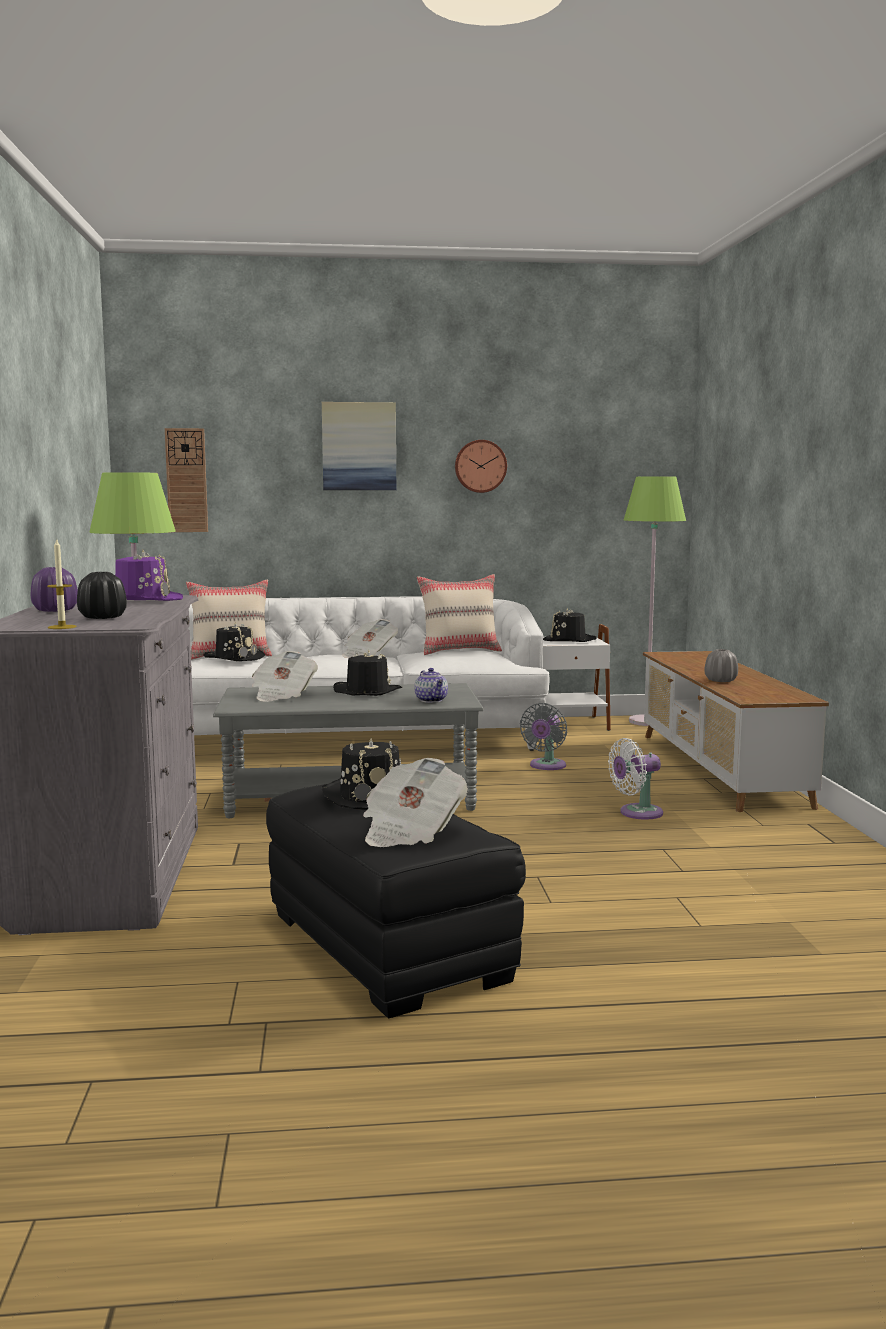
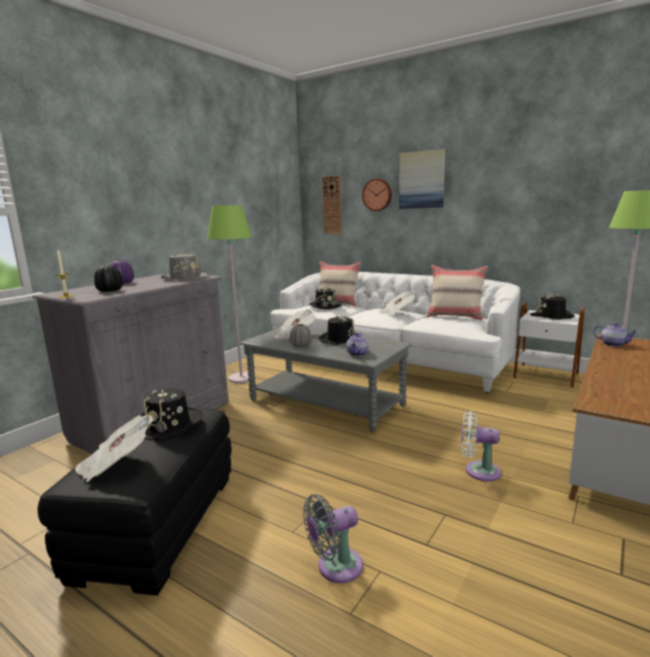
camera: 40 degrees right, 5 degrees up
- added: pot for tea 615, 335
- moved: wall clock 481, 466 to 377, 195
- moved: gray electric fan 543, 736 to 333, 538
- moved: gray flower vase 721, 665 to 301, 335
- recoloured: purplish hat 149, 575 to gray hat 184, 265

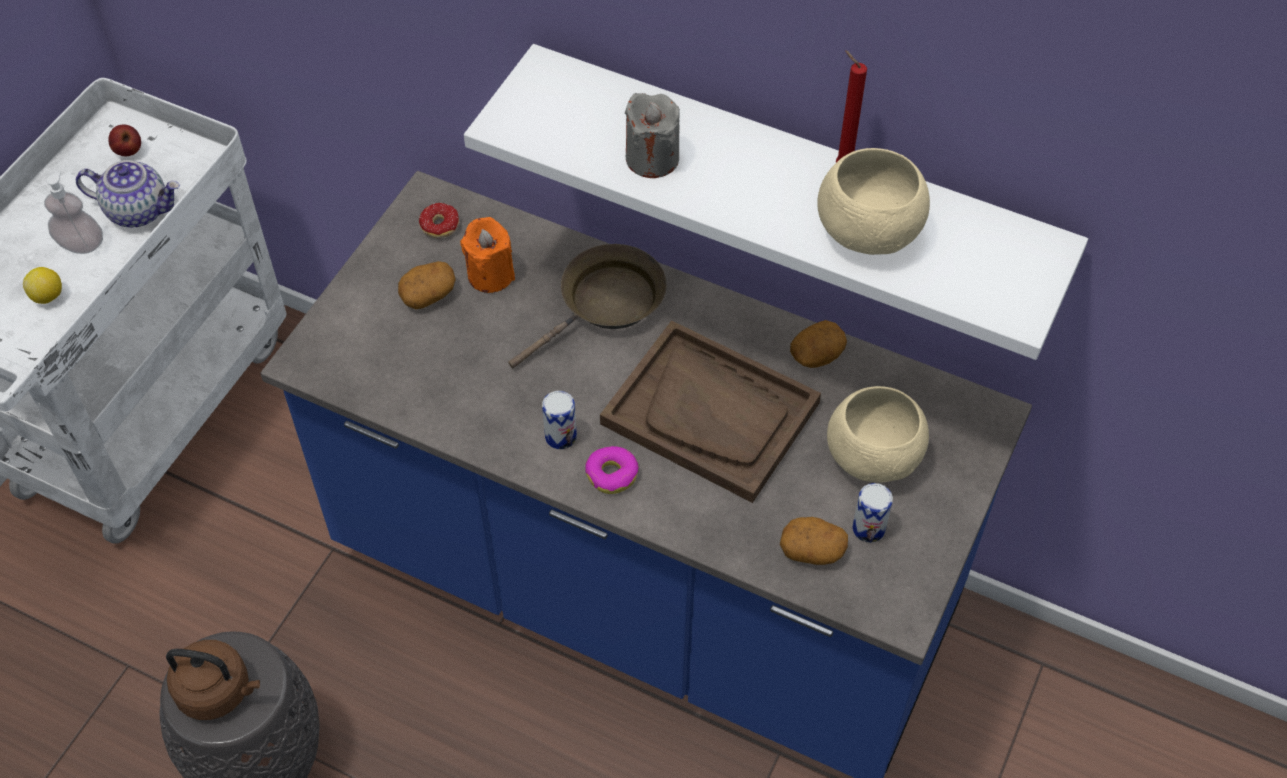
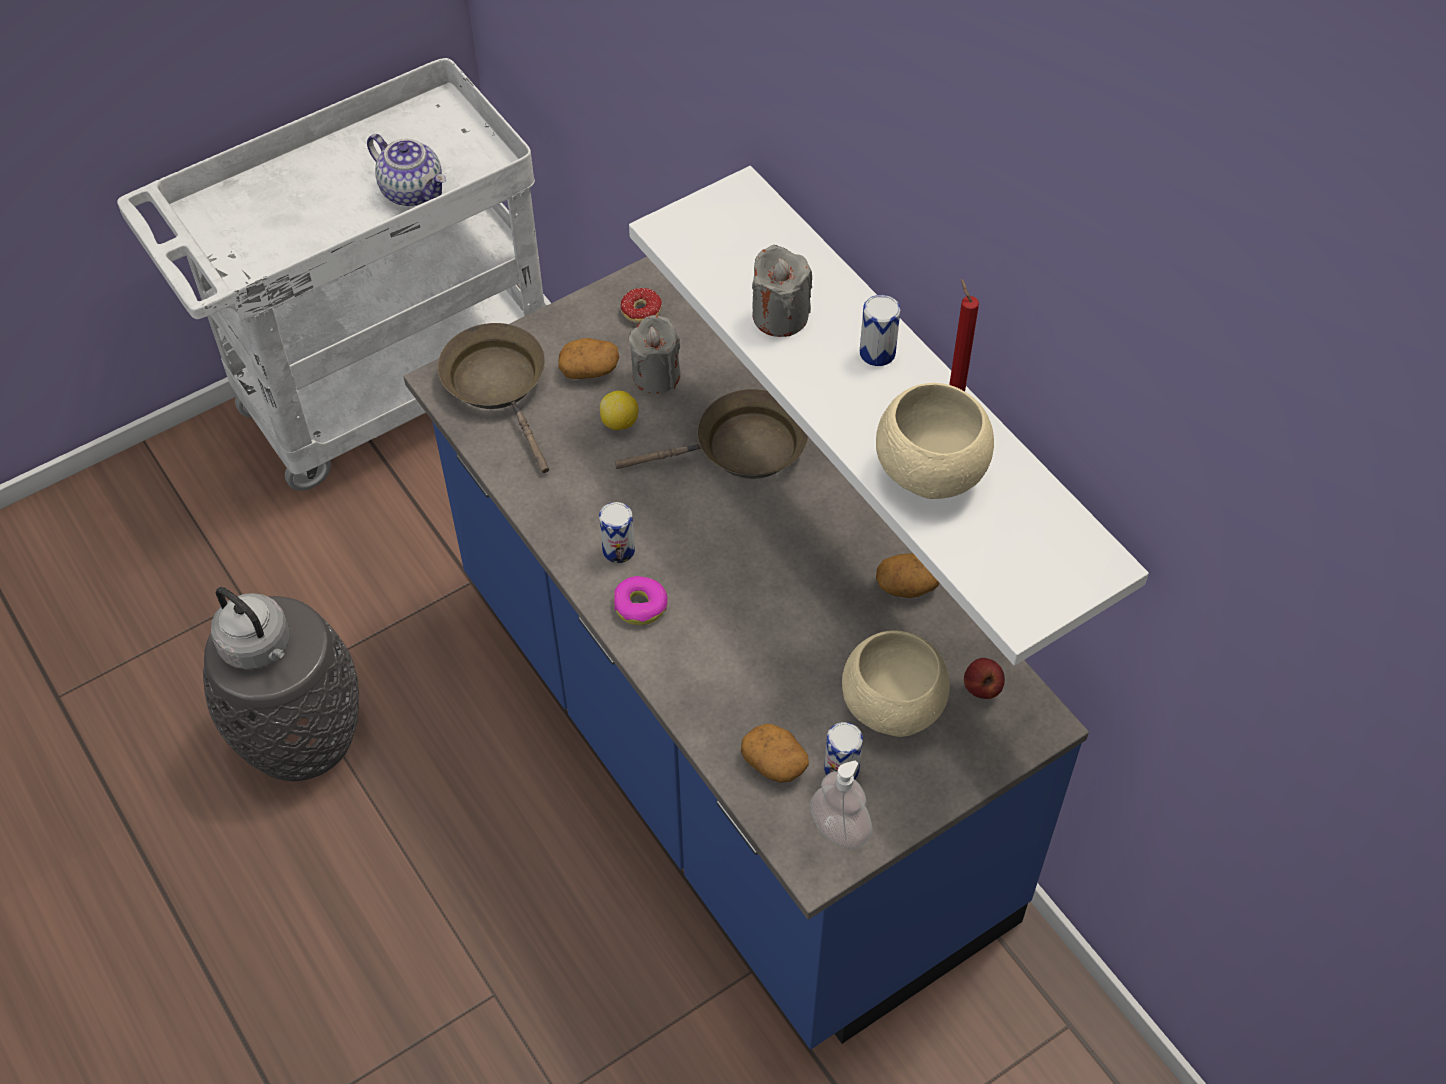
camera: 30 degrees right, 0 degrees up
- removed: brown carrying tray 710, 411
- added: brown skillet 493, 398
- added: sealed can 880, 330
- moved: citrus fruit 42, 285 to 619, 410
- moved: soap bottle 73, 213 to 841, 805
- moved: apple fruit 124, 140 to 984, 678
- recoloured: brown tea kettle 213, 680 to gray tea kettle 250, 628
- recoloured: orange wax candle 487, 255 to gray wax candle 654, 354

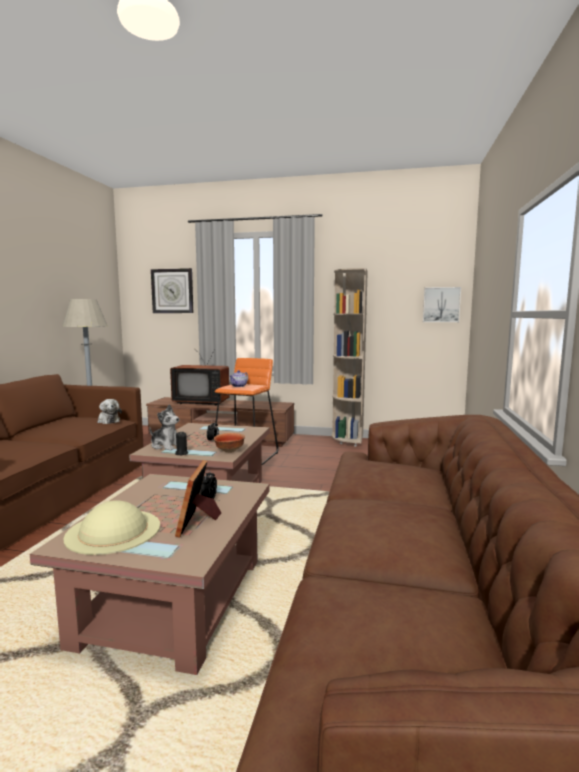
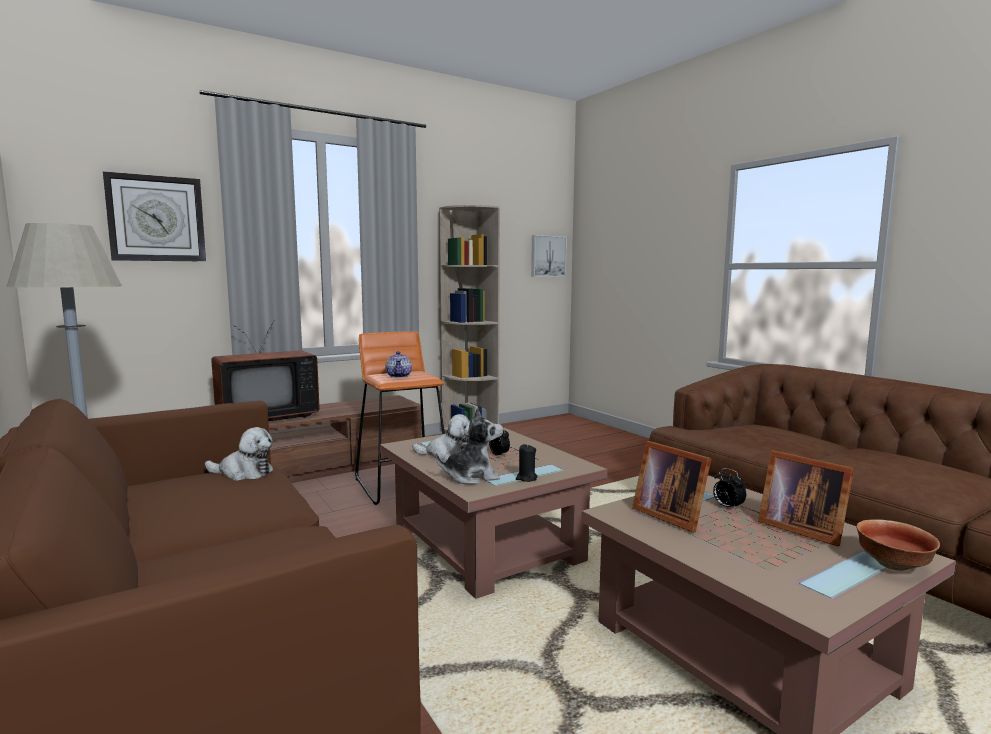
camera: 45 degrees left, 0 degrees up
- removed: beige hat 111, 527
- added: soft toy 441, 438
- added: photo frame 671, 486
- moved: deep dish 229, 443 to 898, 545

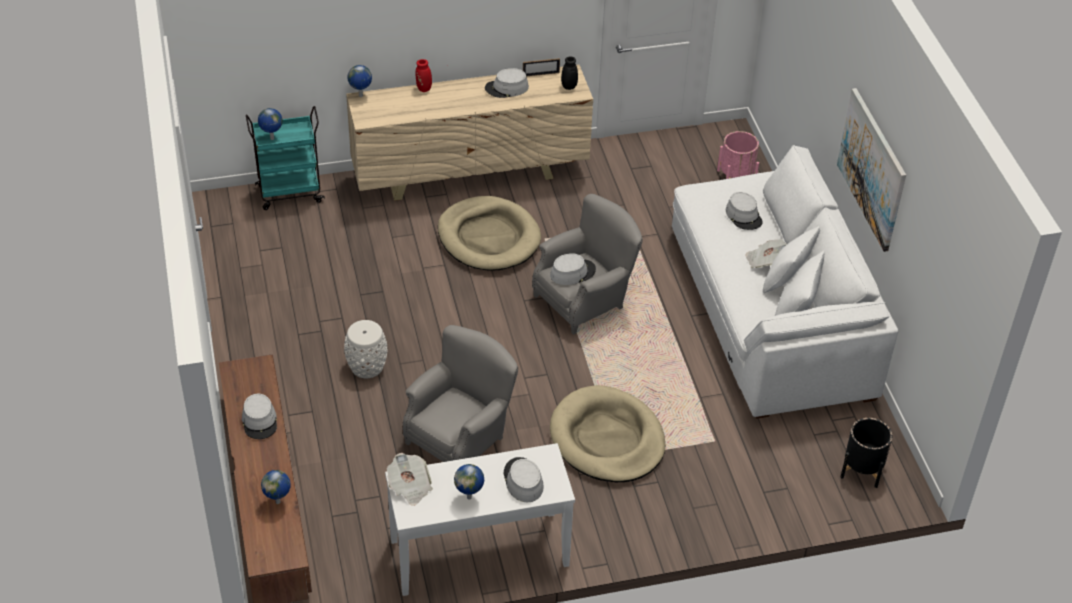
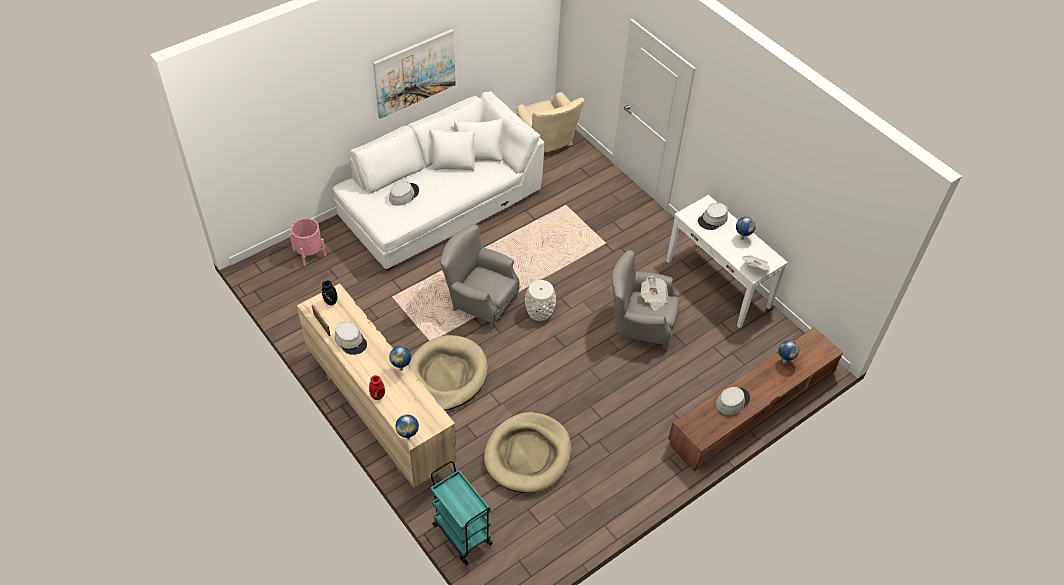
camera: 115 degrees left, 5 degrees up
- removed: gray hat 573, 269
- moved: desk globe 270, 124 to 400, 358
- moved: whitish stool seat 365, 349 to 540, 300
- moved: beige dog bed 607, 433 to 527, 452
- moved: daily paper 766, 253 to 654, 293
- replaced: blackish planter 866, 453 to beige lounge chair 550, 122

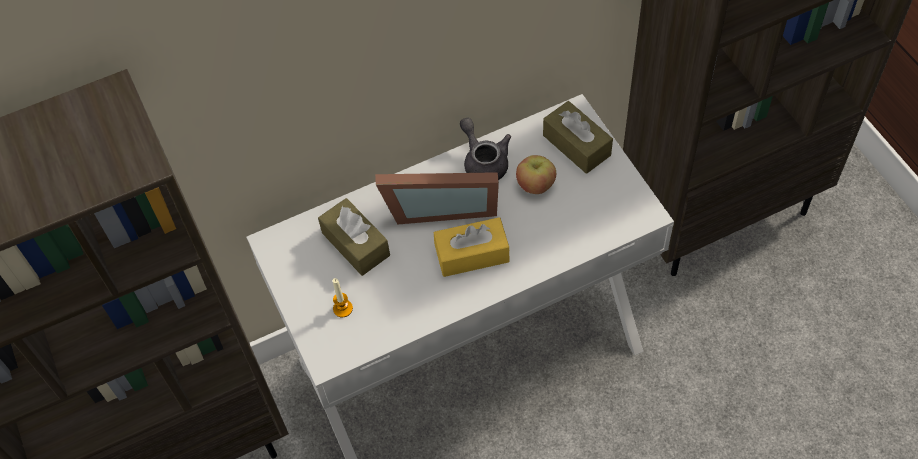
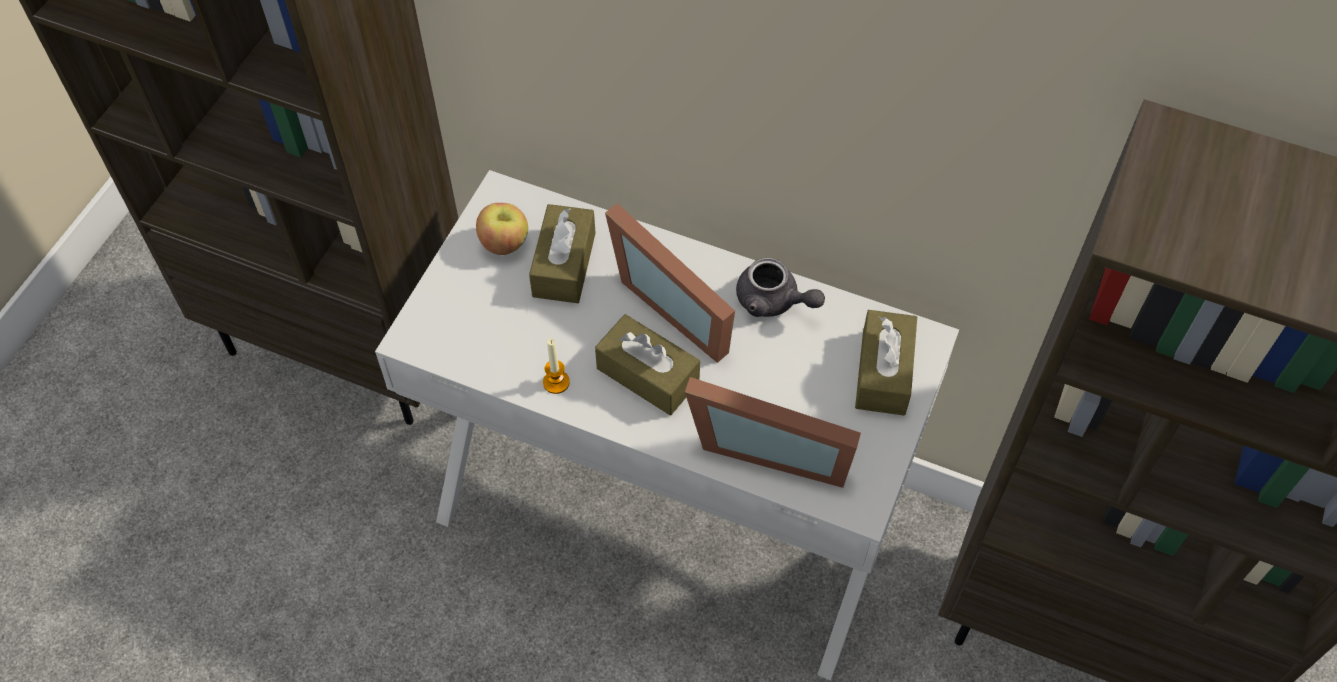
camera: 45 degrees right, 0 degrees up
- added: photo frame 773, 432
- moved: wax candle 342, 298 to 556, 366
- moved: apple fruit 536, 174 to 502, 229
- recoloured: yellow box of tissues 471, 247 to brown box of tissues 647, 364
- turned: gray pot for tea 485, 149 = 780, 287 105 degrees clockwise

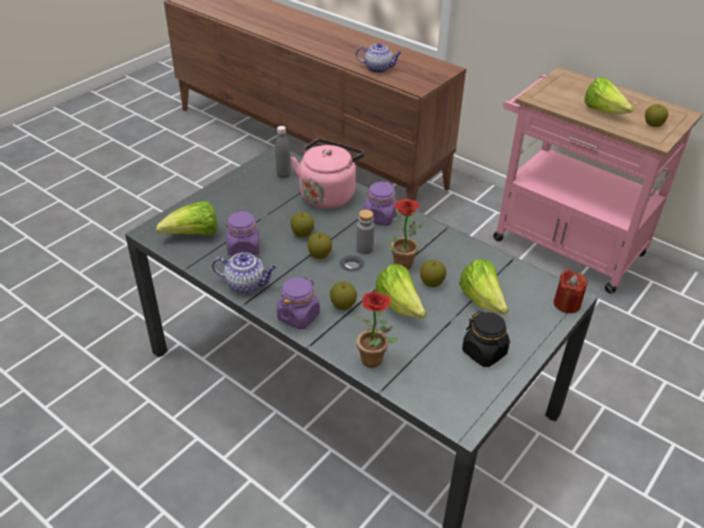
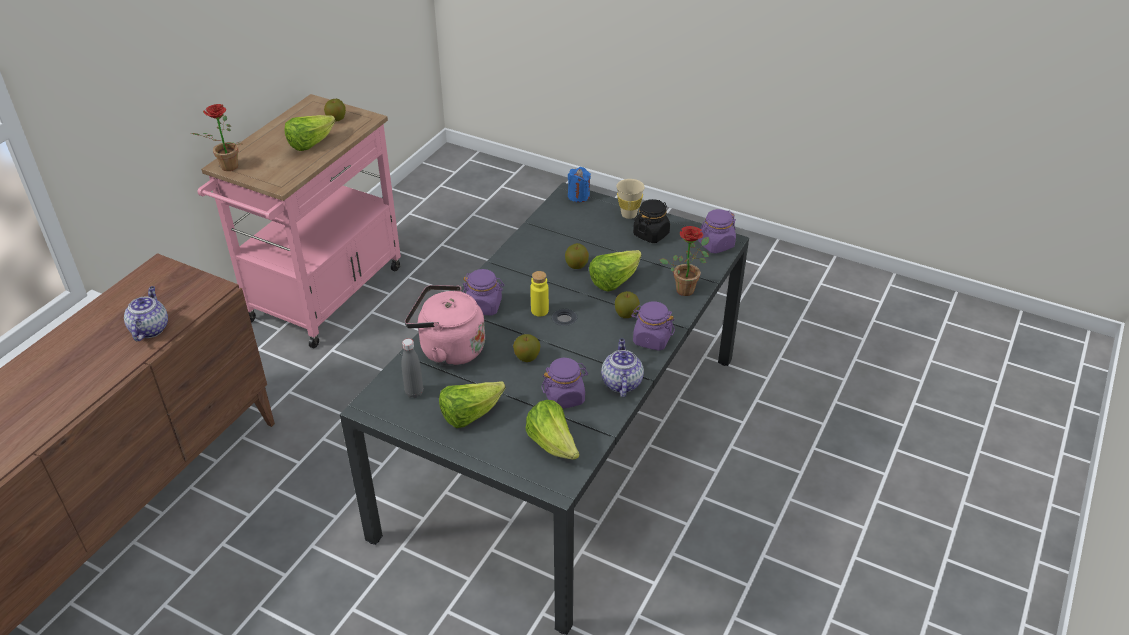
camera: 100 degrees left, 0 degrees up
- removed: apple fruit 319, 245
- added: beige small cup 630, 199
- added: purplish preserve jar 717, 231
- moved: houseplant 406, 234 to 216, 137
- moved: lettuce 484, 286 to 472, 404
- recoloured: gray beverage bottle 365, 232 to yellow beverage bottle 539, 294
- recoloured: reddish wax candle 571, 291 to blue wax candle 579, 184

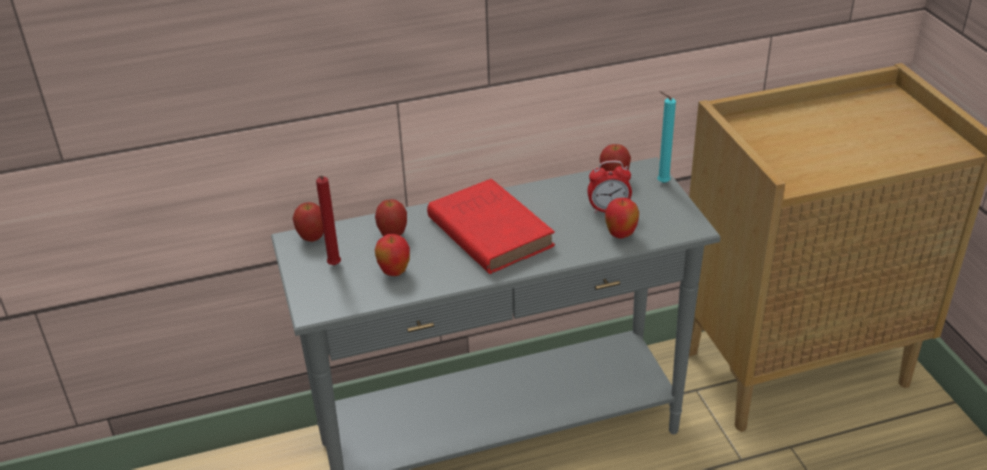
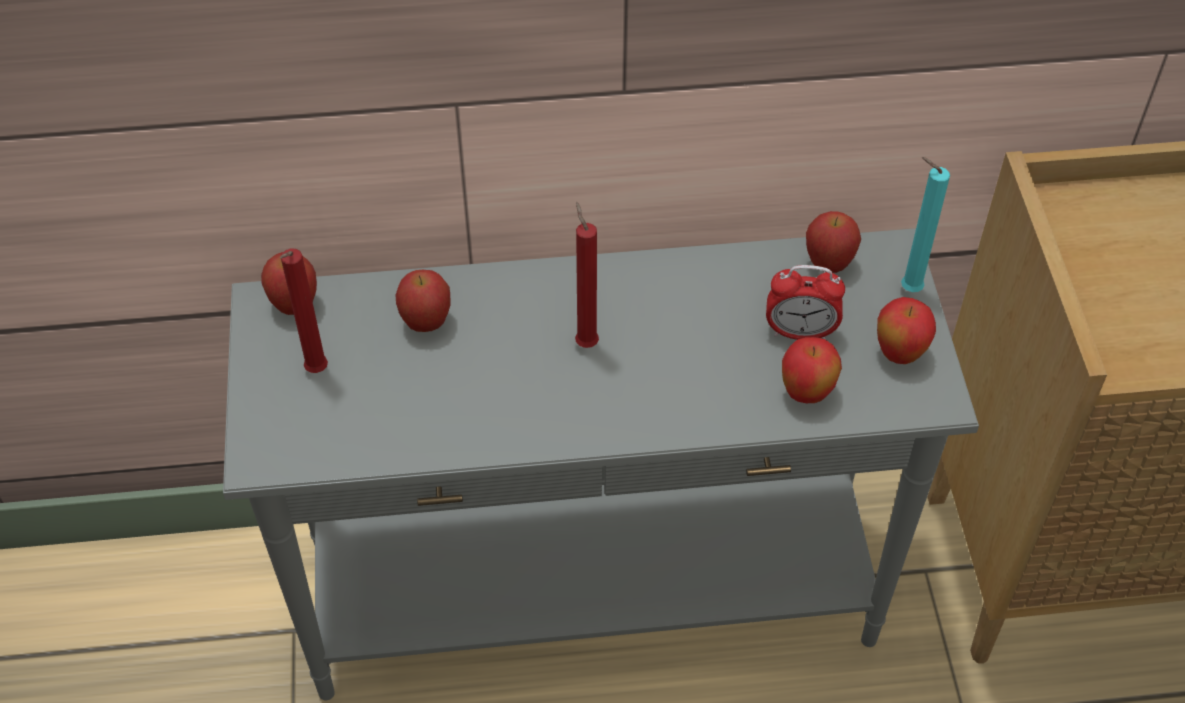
camera: 10 degrees right, 15 degrees up
- moved: apple fruit 392, 255 to 906, 330
- replaced: reddish volume 491, 226 to reddish wax candle 587, 275

